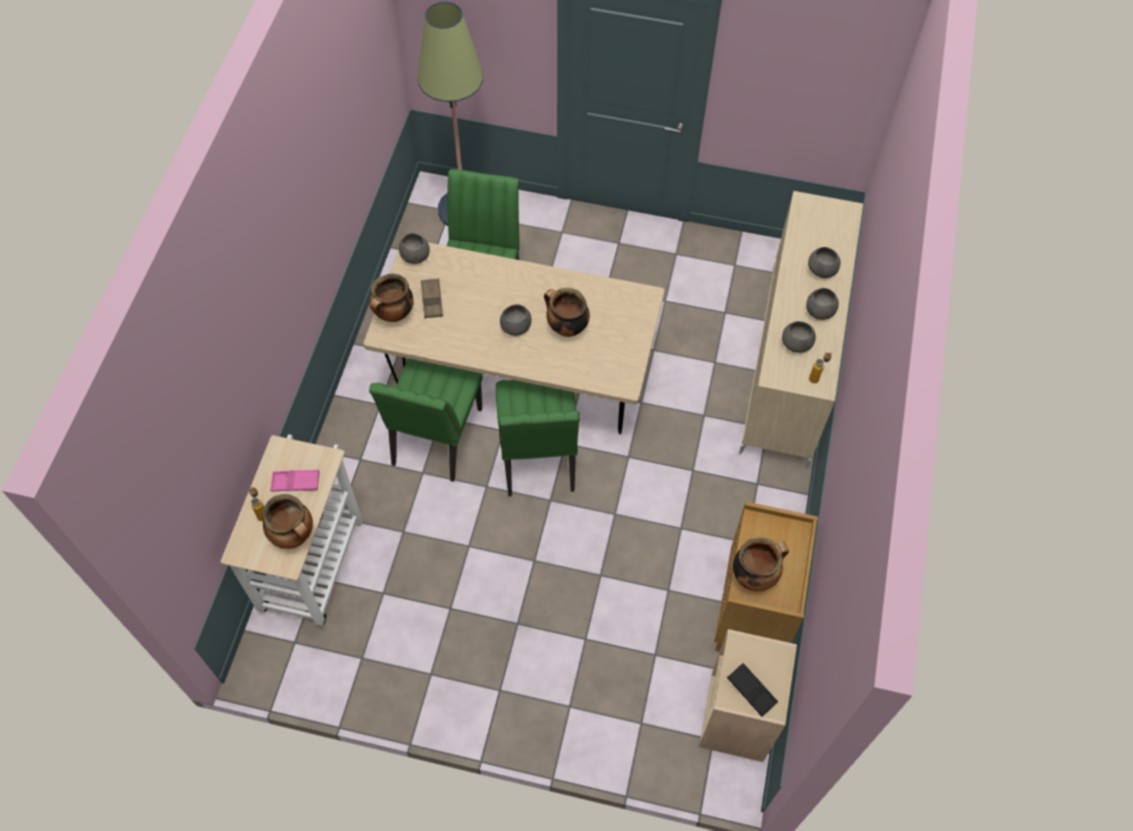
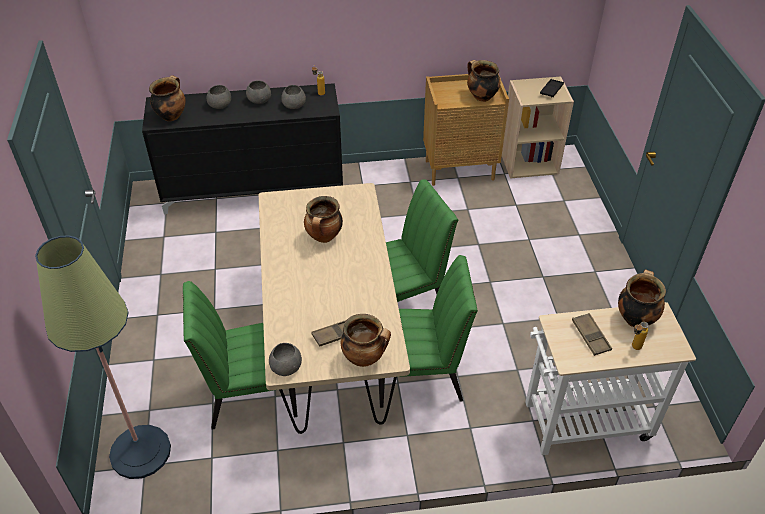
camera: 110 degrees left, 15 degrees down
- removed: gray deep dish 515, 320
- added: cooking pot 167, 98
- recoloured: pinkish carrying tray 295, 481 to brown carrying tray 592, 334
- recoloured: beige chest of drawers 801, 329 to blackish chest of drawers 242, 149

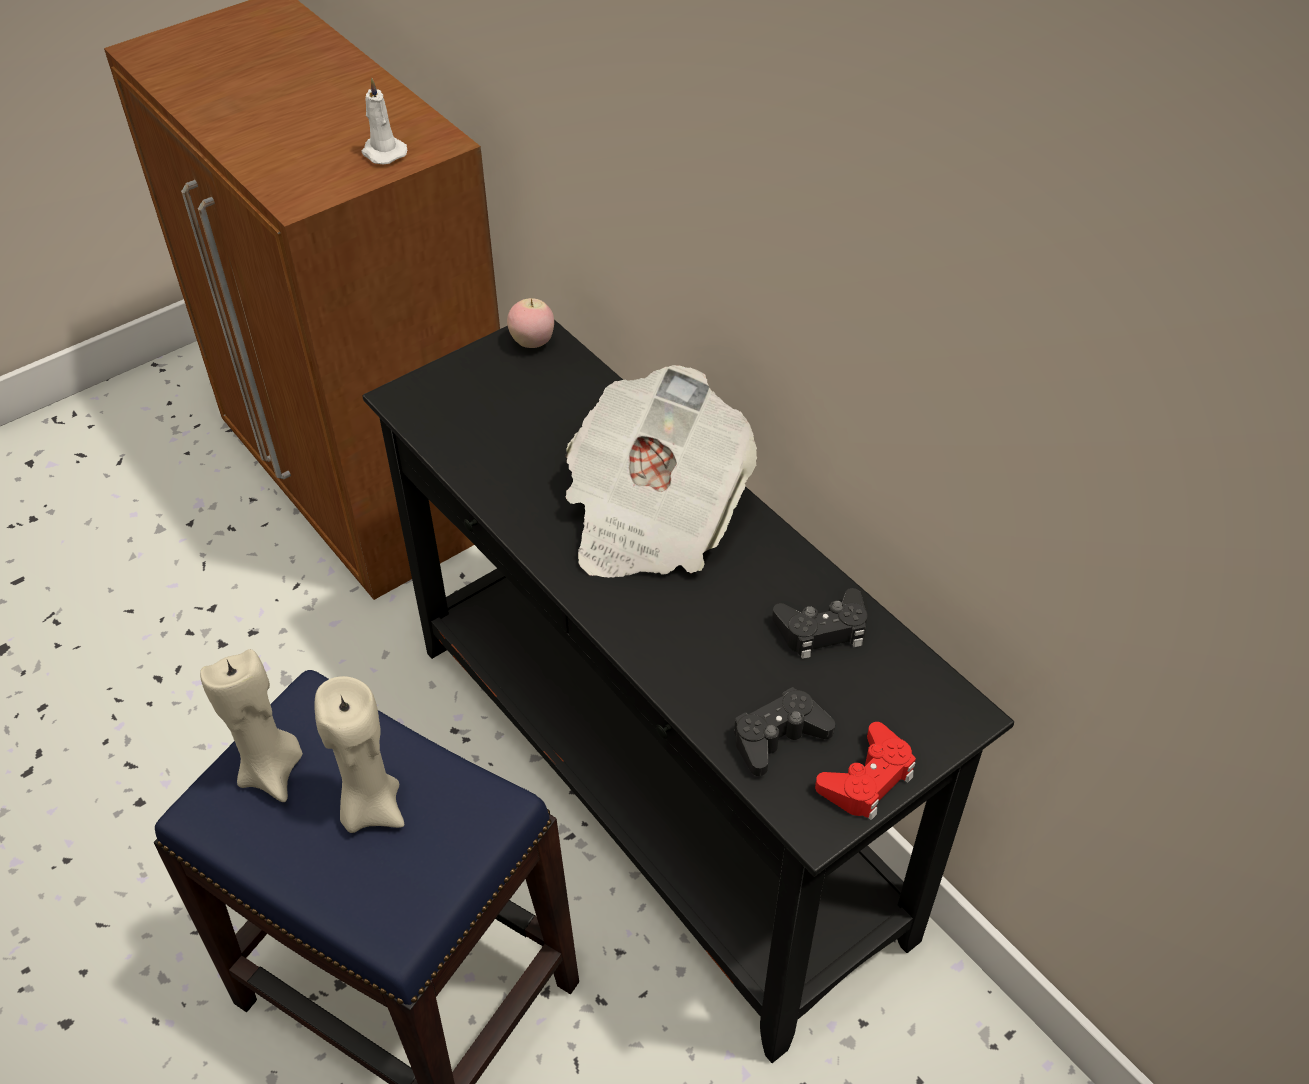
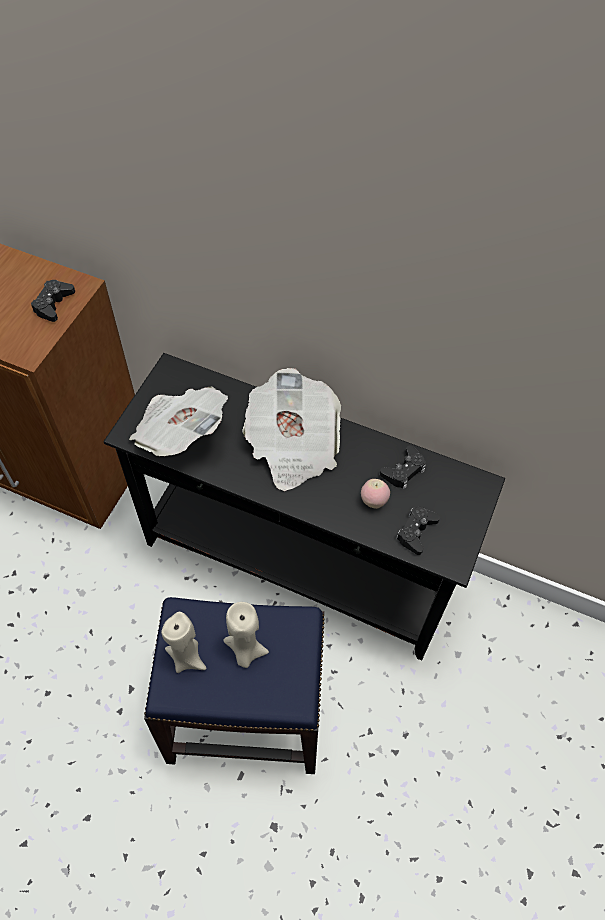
camera: 30 degrees left, 10 degrees up
- removed: reddish game controller 865, 771
- added: daily paper 178, 421
- moved: apple fruit 530, 323 to 375, 494
- replaced: whitish wax candle 384, 121 to blackish game controller 53, 301

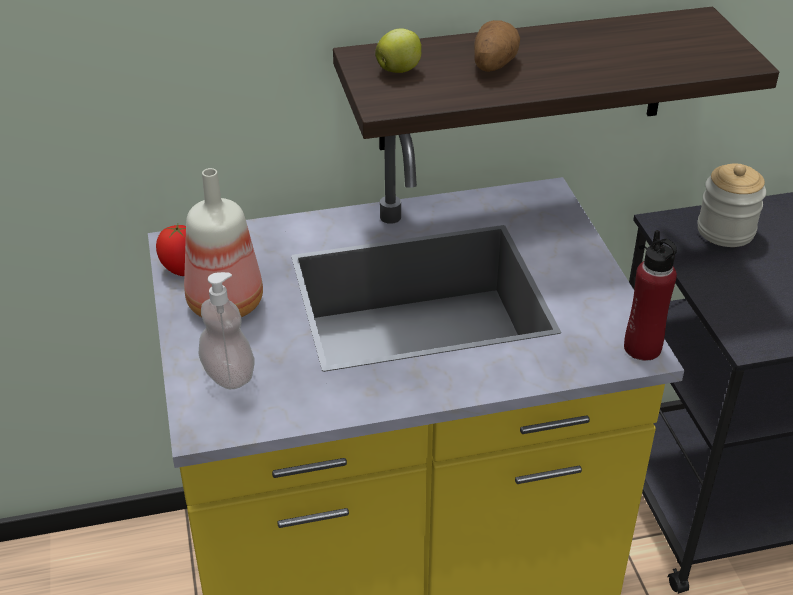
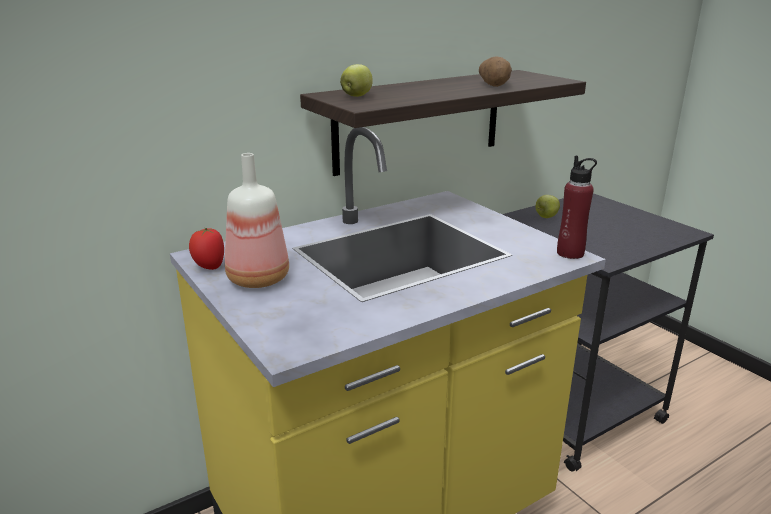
camera: 20 degrees left, 15 degrees down
- removed: soap bottle 227, 330
- moved: potato 497, 46 to 495, 71
- replaced: preserve jar 731, 205 to apple fruit 547, 206

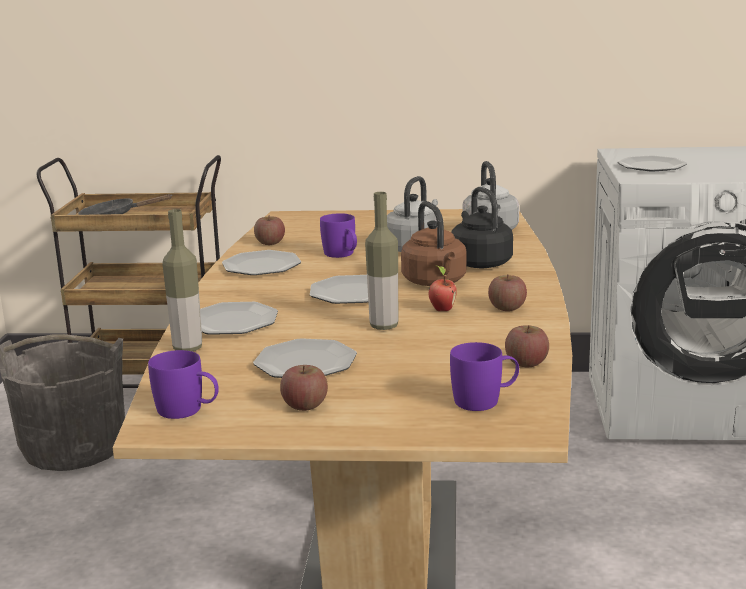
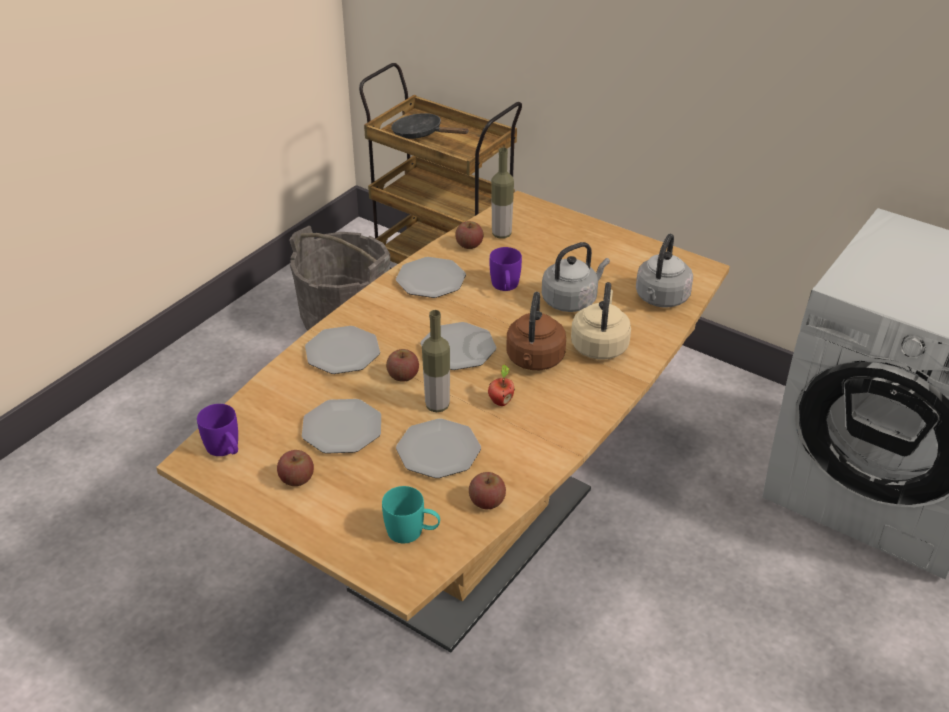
camera: 30 degrees right, 20 degrees up
- moved: beverage bottle 182, 280 to 502, 193
- moved: apple fruit 507, 292 to 402, 365
- moved: dinner plate 652, 163 to 438, 448
- recoloured: purplish coffee mug 484, 376 to blue-green coffee mug 411, 514
- recoloured: blackish tea kettle 482, 227 to beige tea kettle 601, 320

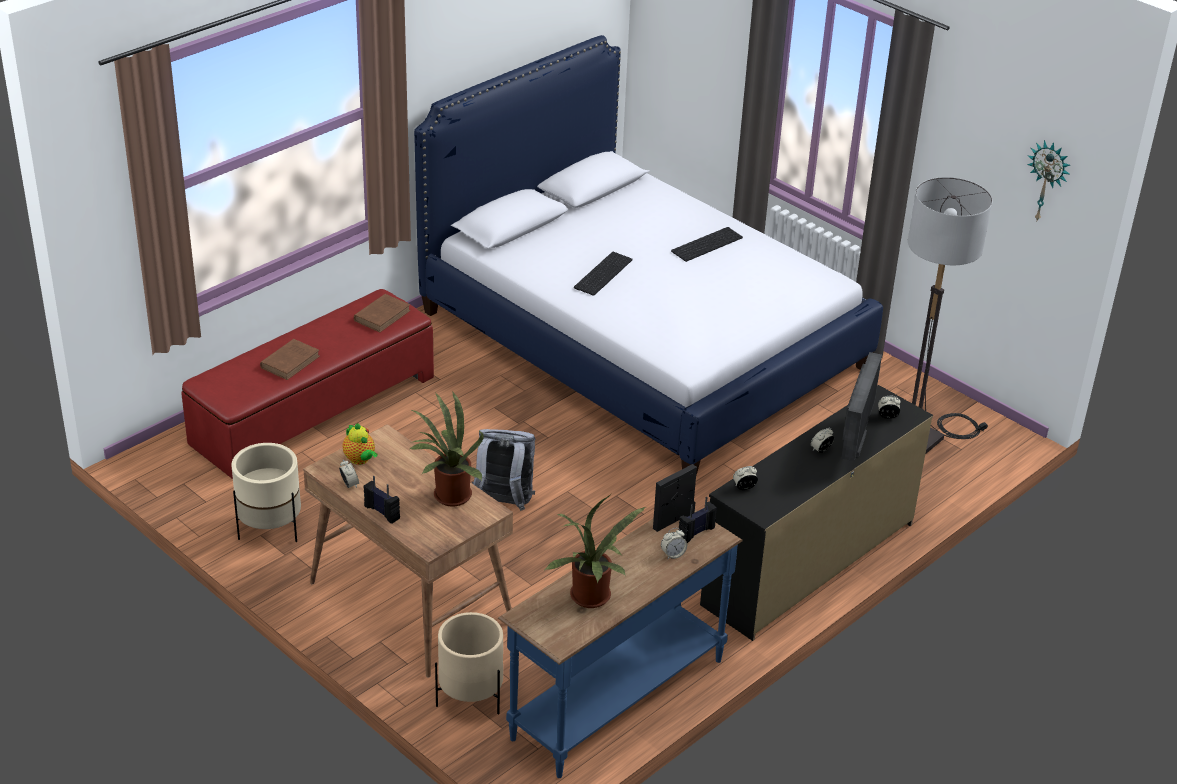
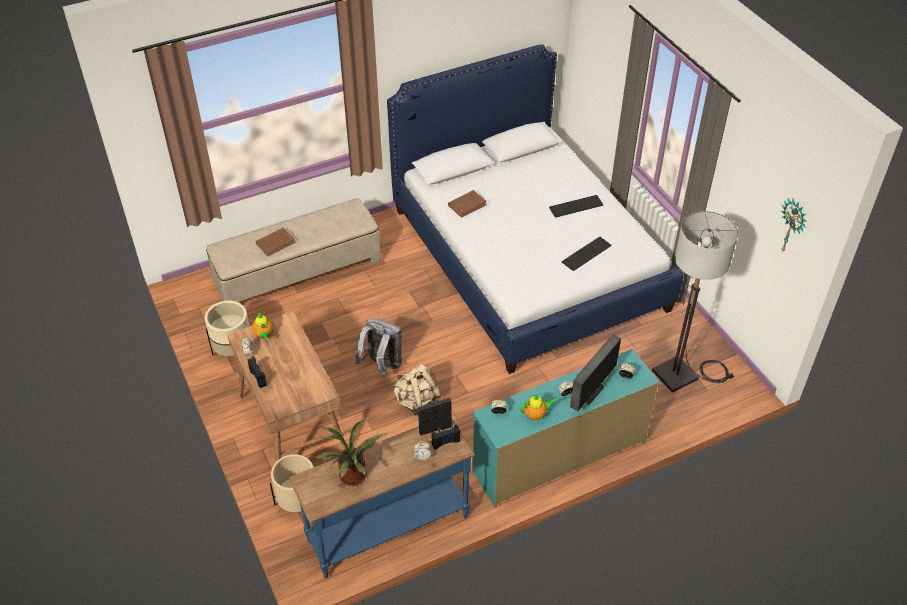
camera: 20 degrees right, 10 degrees up
- removed: houseplant 447, 448
- added: beige rucksack 417, 390
- added: pot for tea 539, 407
- moved: brown volume 382, 313 to 467, 204
- moved: PC keyboard 603, 274 to 587, 254
- recoloured: reddish long seat 307, 384 to beige long seat 293, 250
- recoloured: blackish chest of drawers 816, 513 to blue-green chest of drawers 566, 428

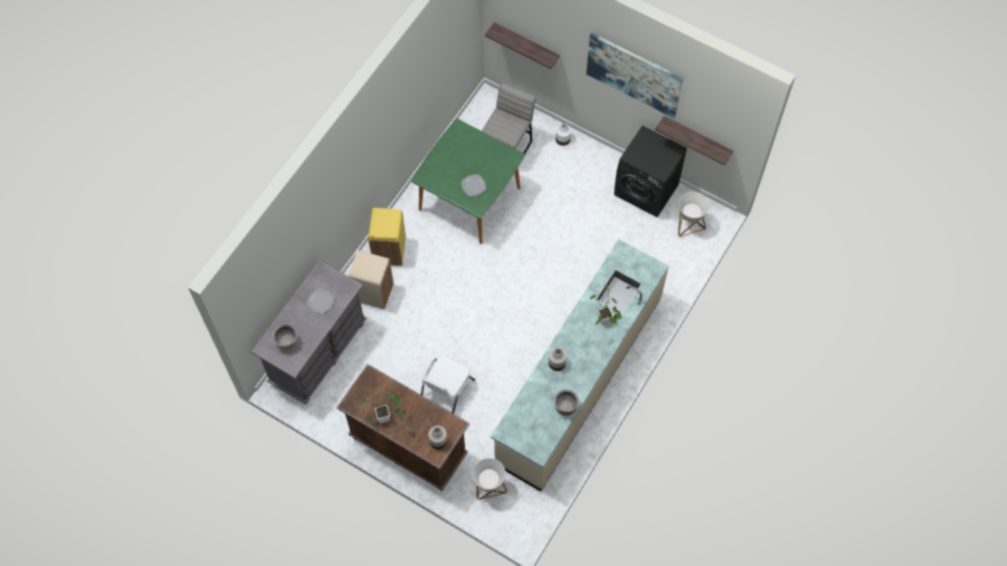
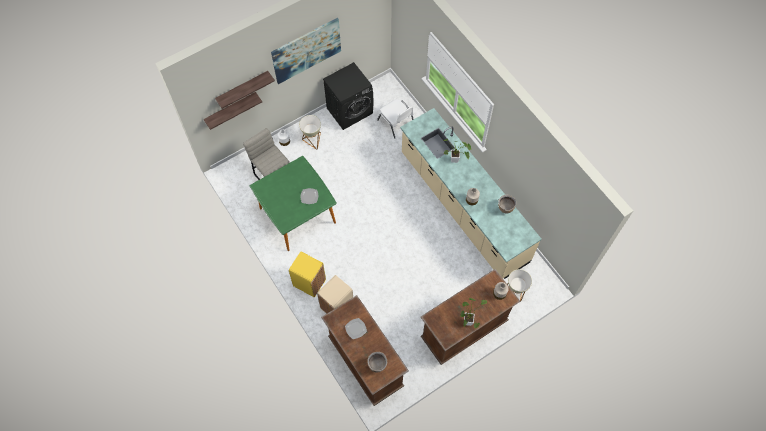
camera: 65 degrees left, 0 degrees up
- moved: whitish plain chair 448, 384 to 395, 119
- moved: bracket shelf 694, 140 to 245, 90
- moved: planter 693, 214 to 310, 132
- recoloured: gray chest of drawers 309, 332 to brown chest of drawers 365, 350

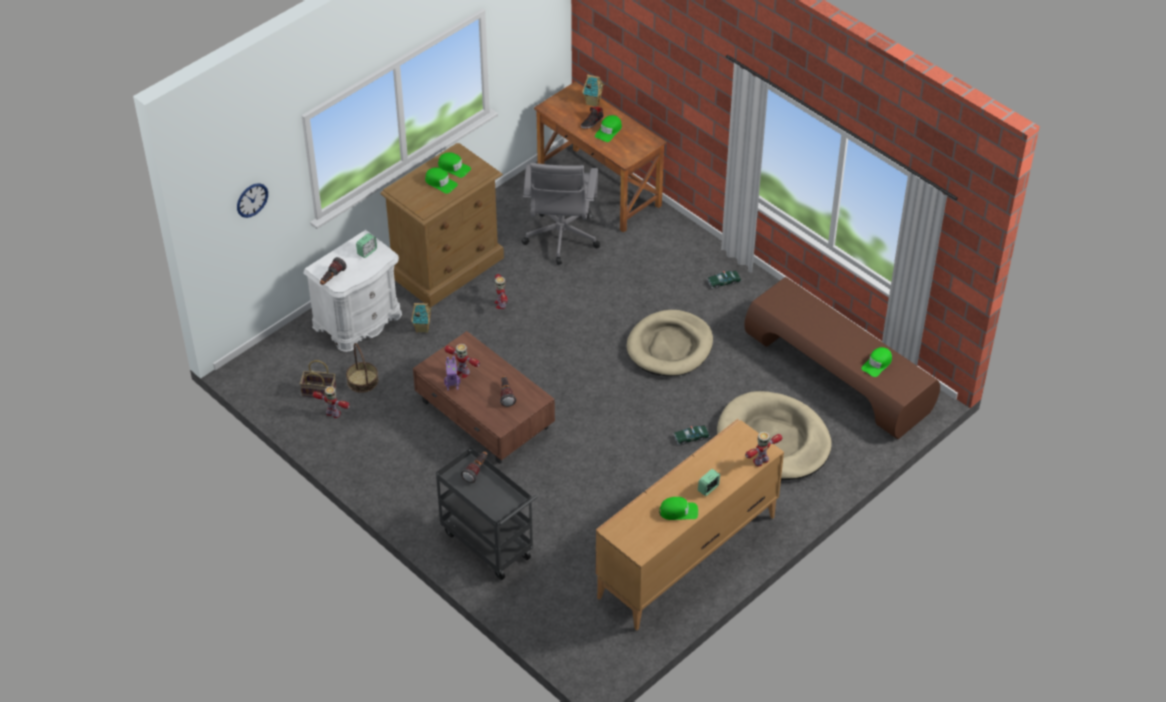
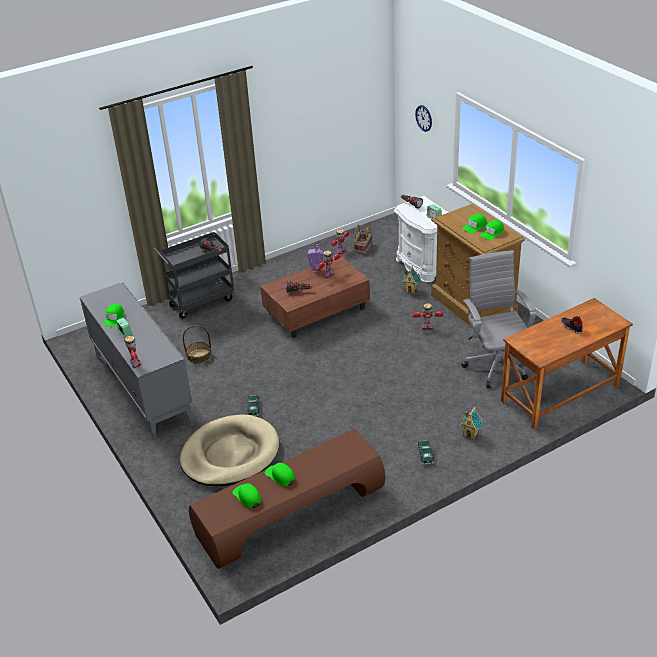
camera: 105 degrees right, 10 degrees down
- removed: beige dog bed 670, 343
- moved: household basket 362, 368 to 197, 344
- moved: model house 593, 90 to 471, 423
- moved: greenish peaked cap 608, 128 to 280, 474
- recoloured: brown chest of drawers 690, 525 to gray chest of drawers 137, 362
- turned: gray computer chair 561, 214 = 498, 319 60 degrees clockwise

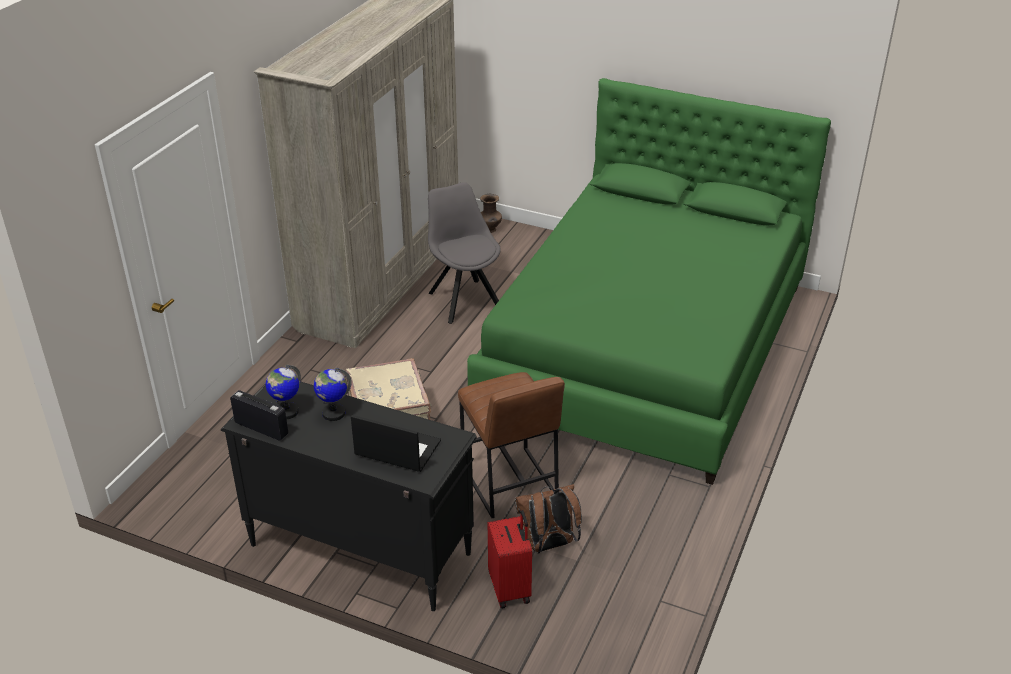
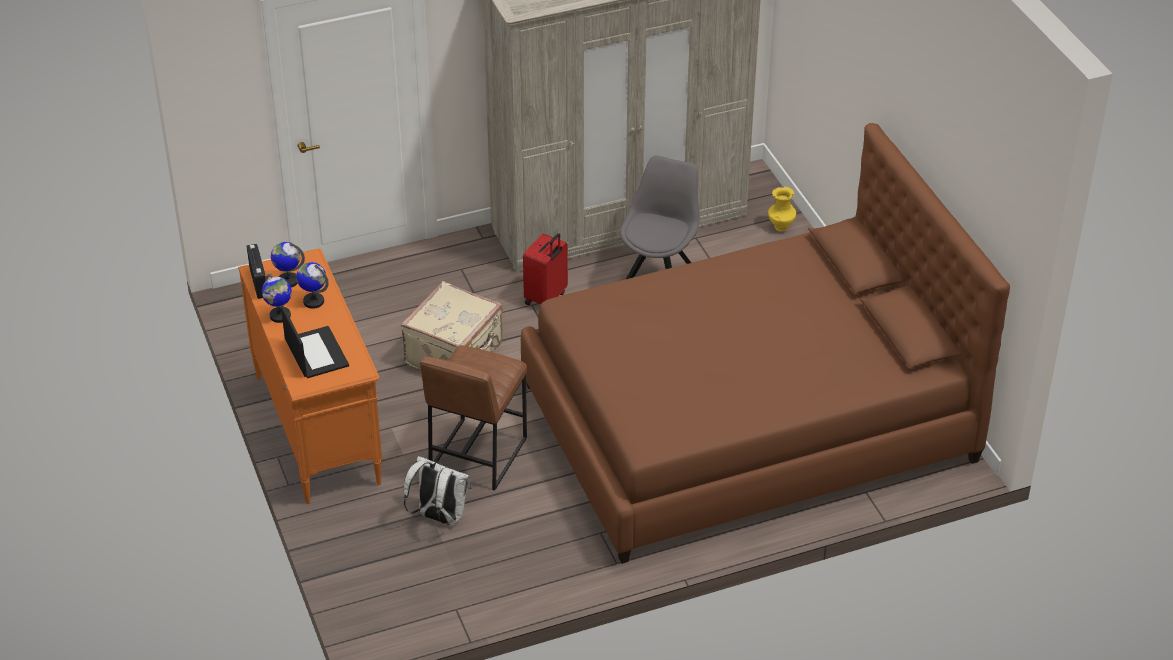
camera: 45 degrees right, 5 degrees up
- added: desk globe 277, 298
- moved: reddish piece of luggage 510, 559 to 545, 269
- recoloured: blackish chest of drawers 349, 496 to orange chest of drawers 310, 376
- recoloured: greenish sleeping bed 649, 281 to brown sleeping bed 765, 343
- recoloured: brown flower vase 491, 213 to yellow flower vase 782, 209
- recoloured: brown rucksack 548, 518 to whitish rucksack 437, 491

